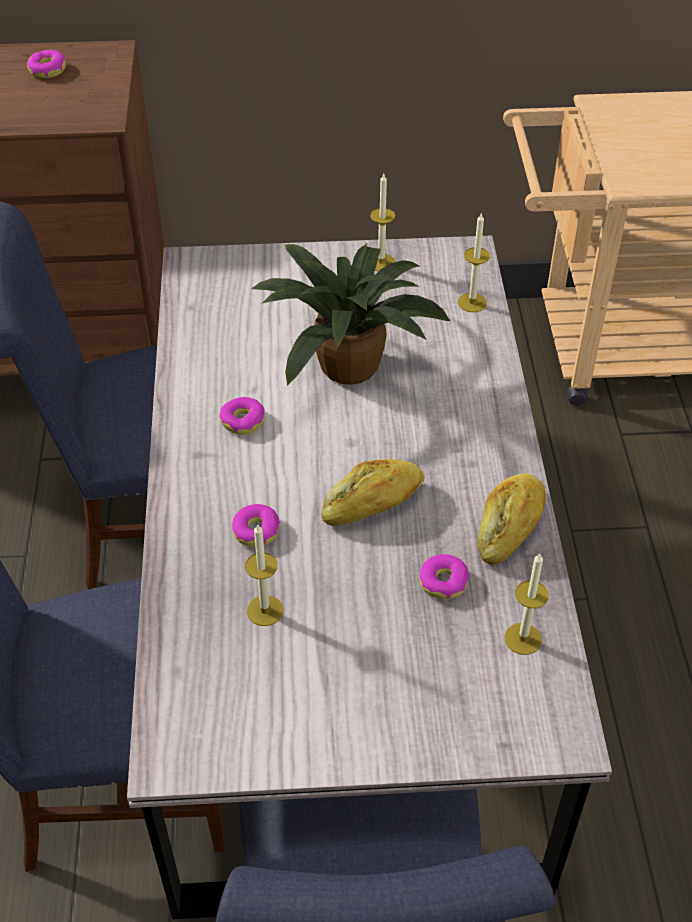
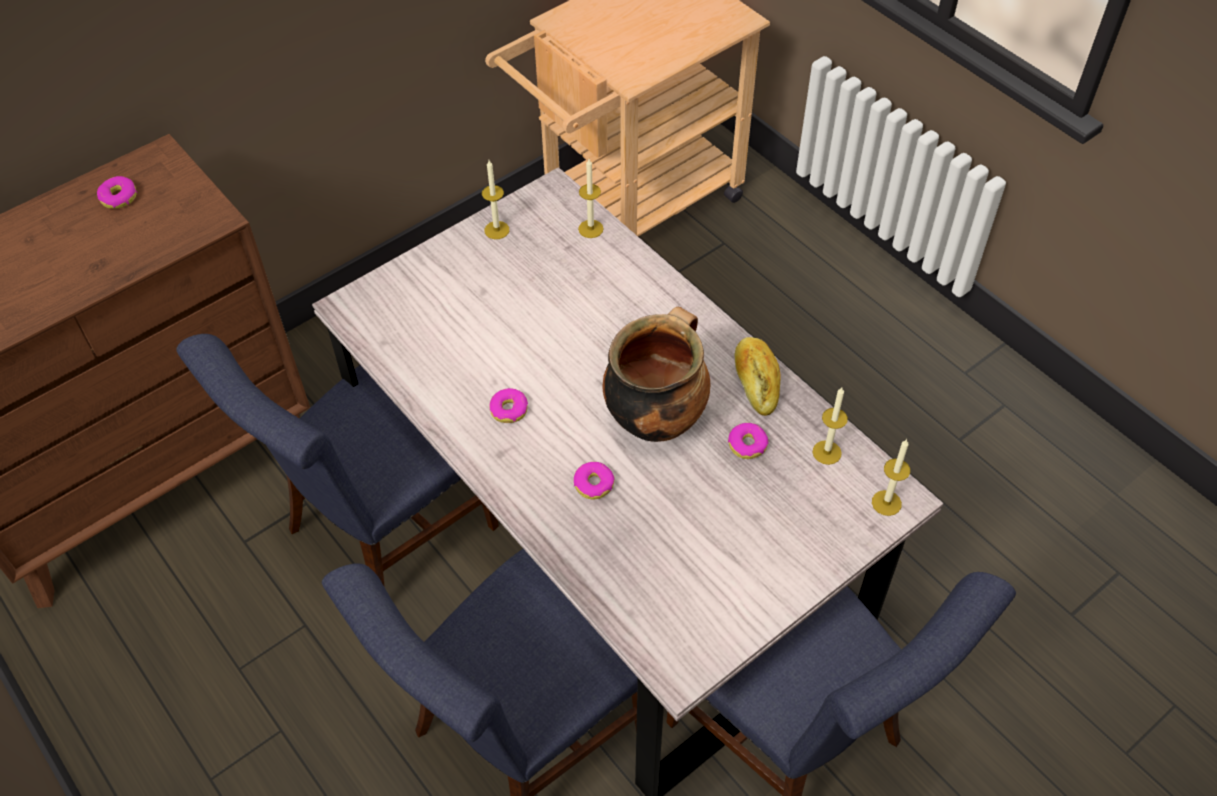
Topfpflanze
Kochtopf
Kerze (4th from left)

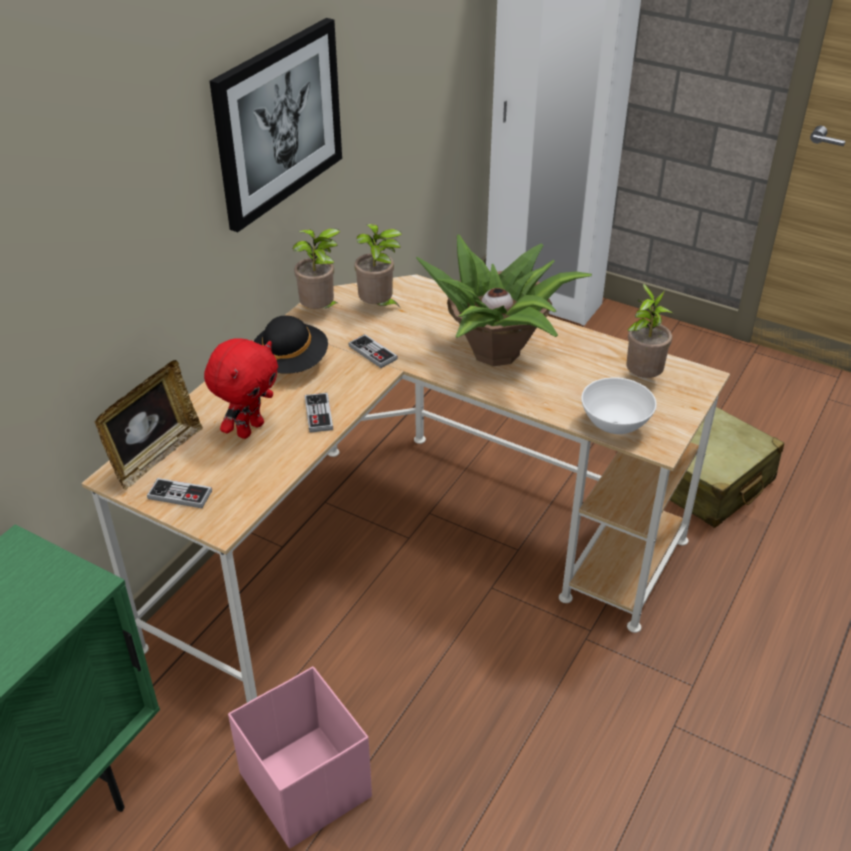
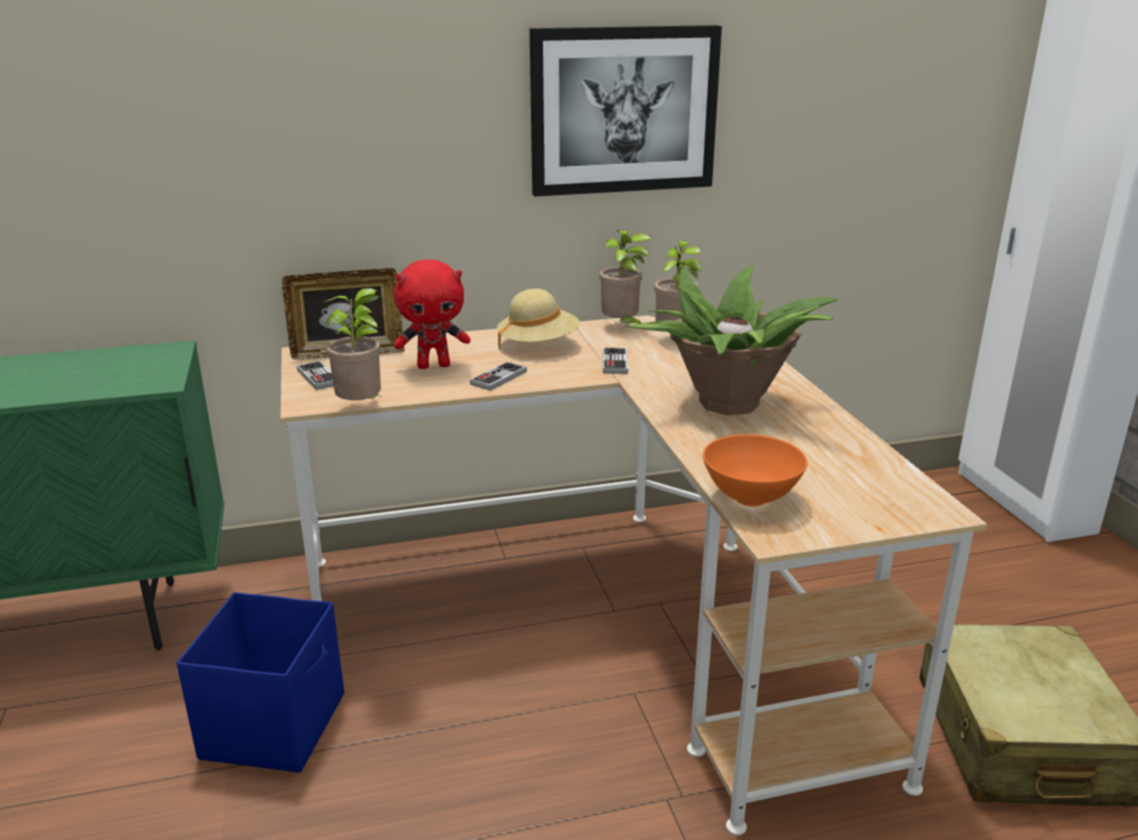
Topfpflanze (1st from left)
Hut/beige
Schüssel/orange
Aufbewahrungsbox/blau

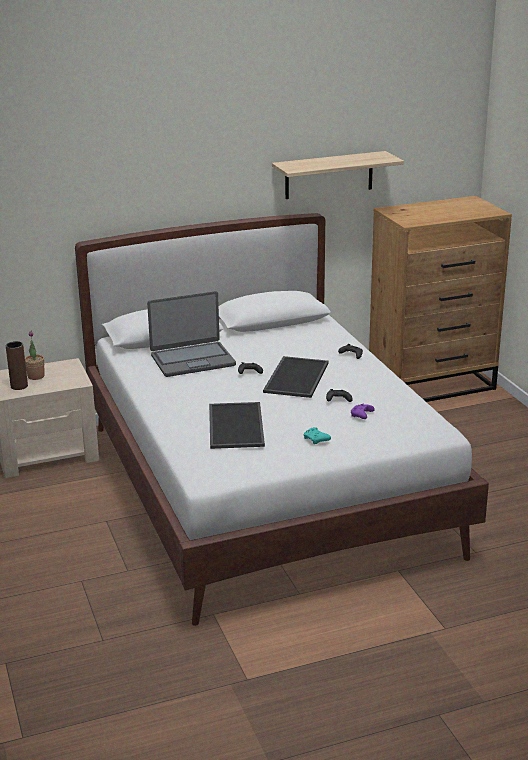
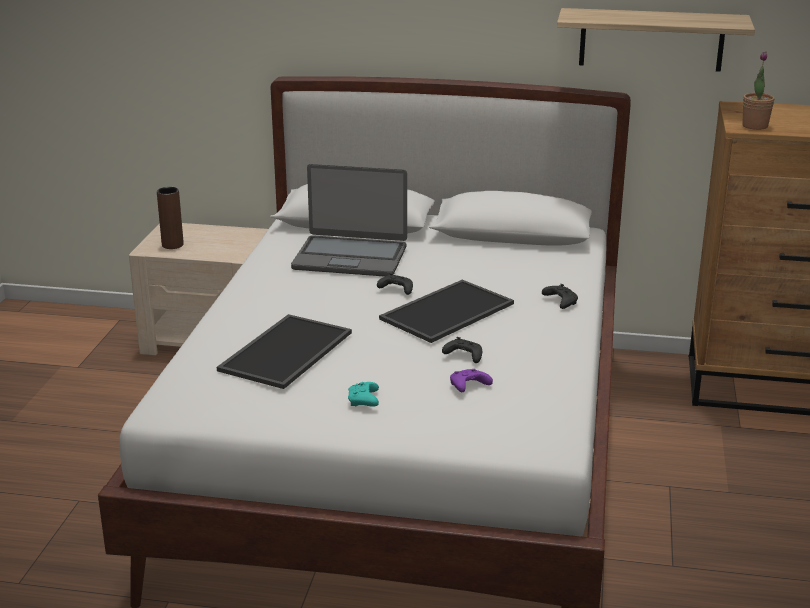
Topfpflanze

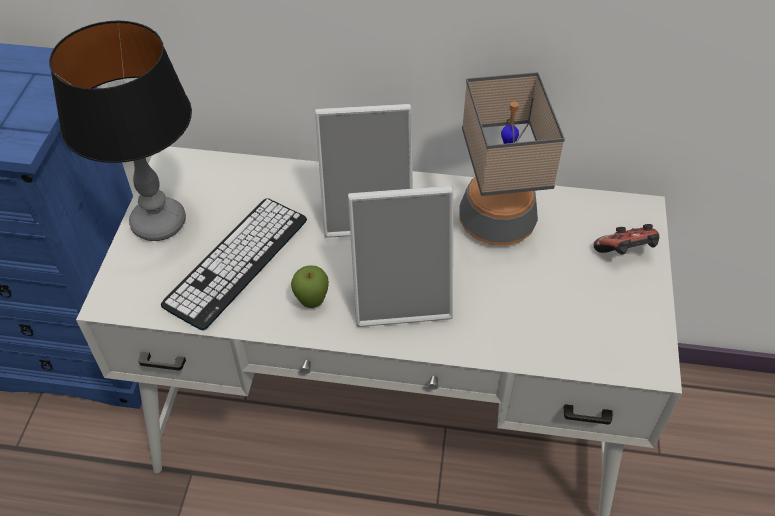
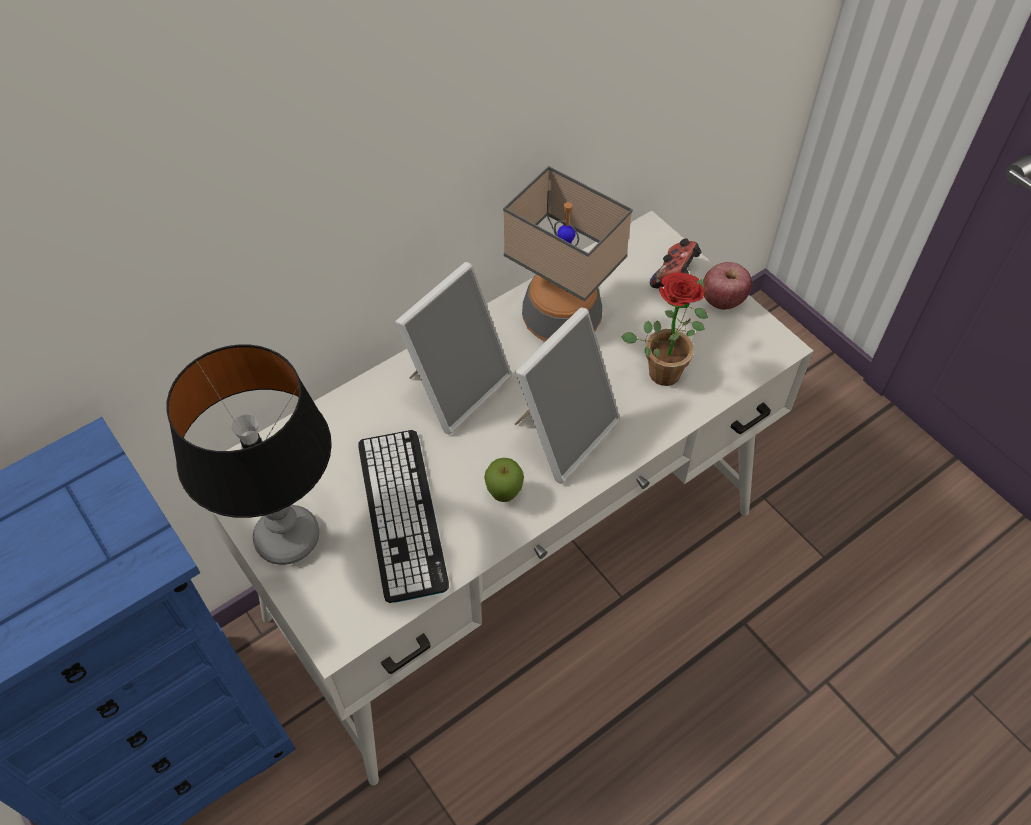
Apfel (2nd from left)
Topfpflanze

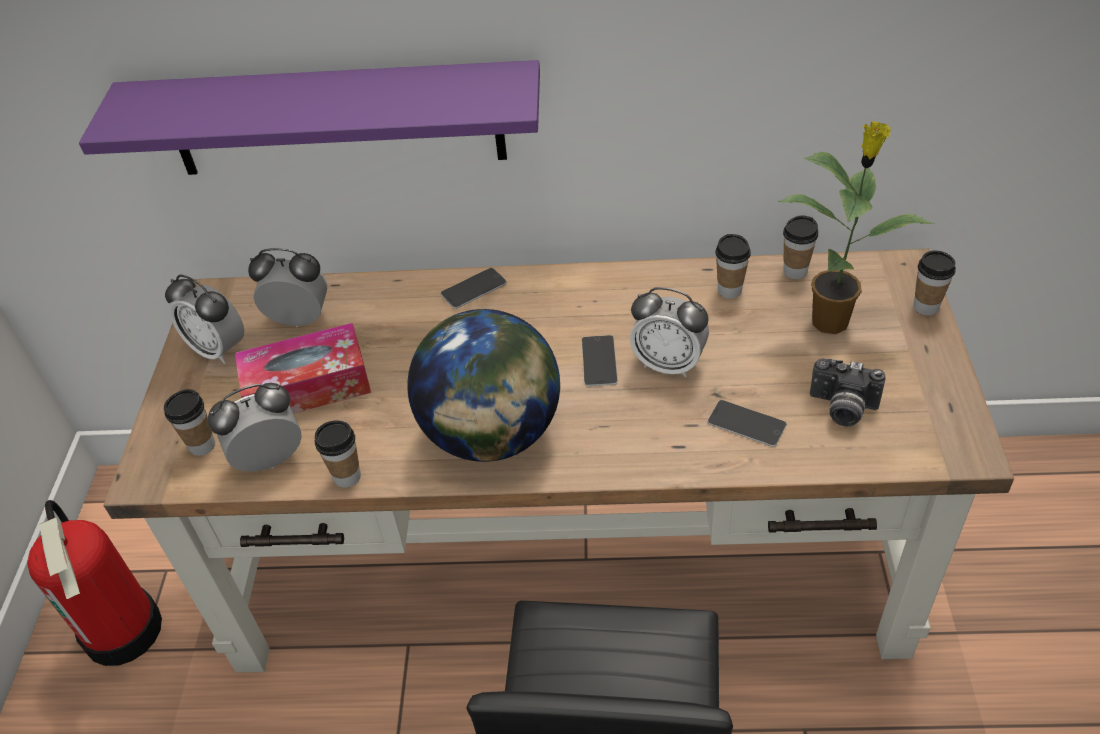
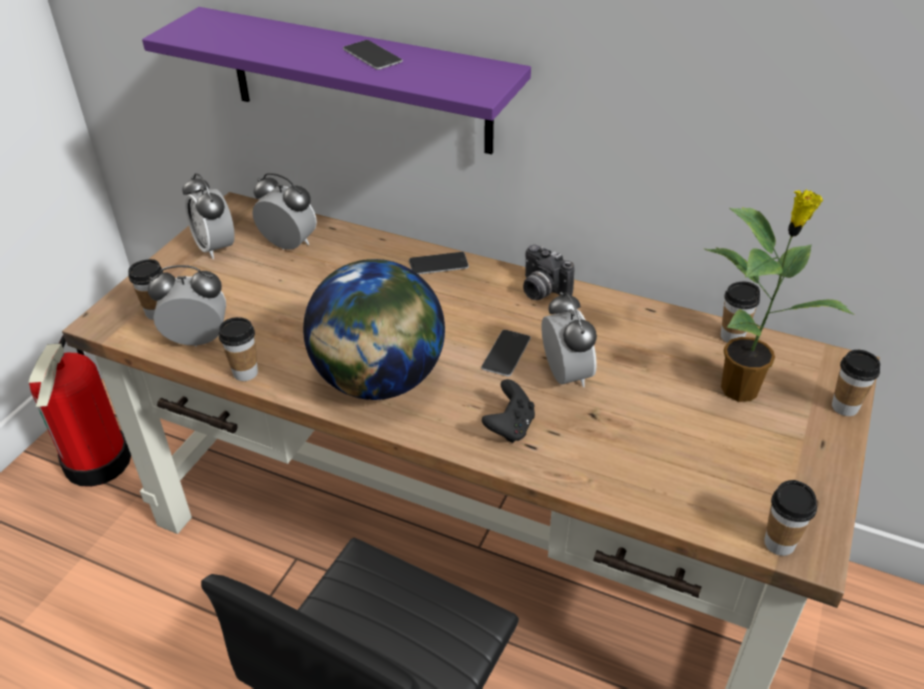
Tasse (4th from left)
Wecker (4th from left)
Taschentuchbox
Kamera
Handy (1st from left)
Gamepad/schwarz

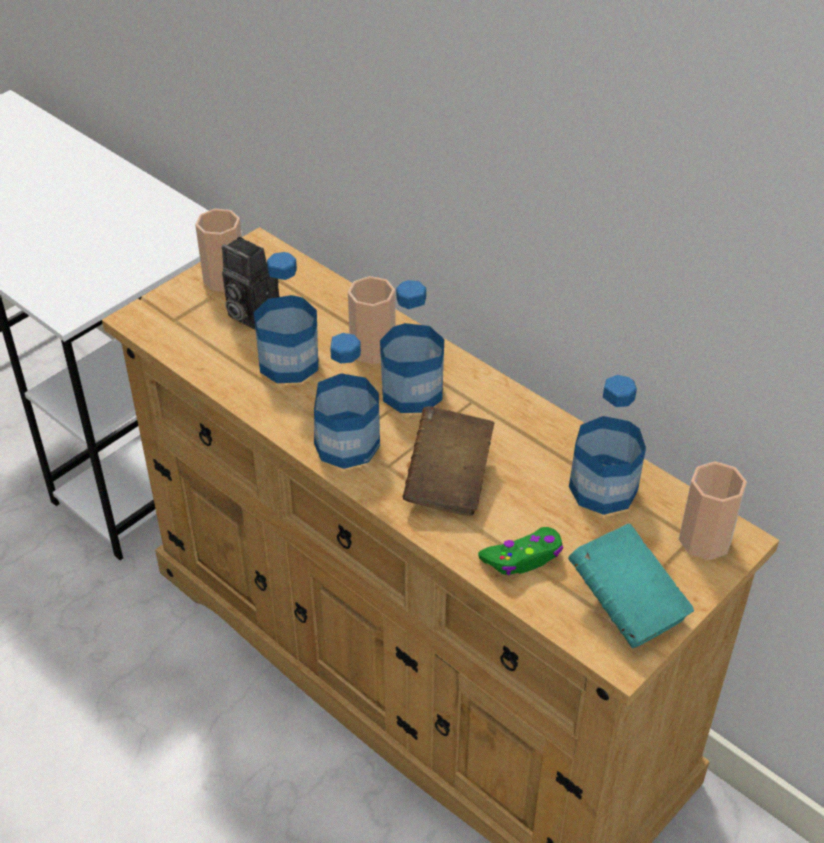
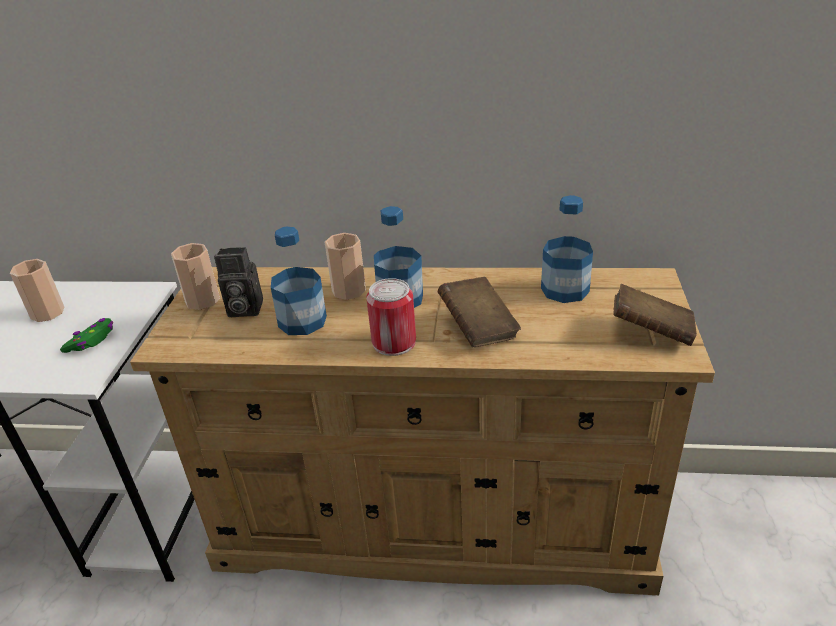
Dose
Tasse (1st from left)
Buch/braun (2nd from left)
Gamepad/grün

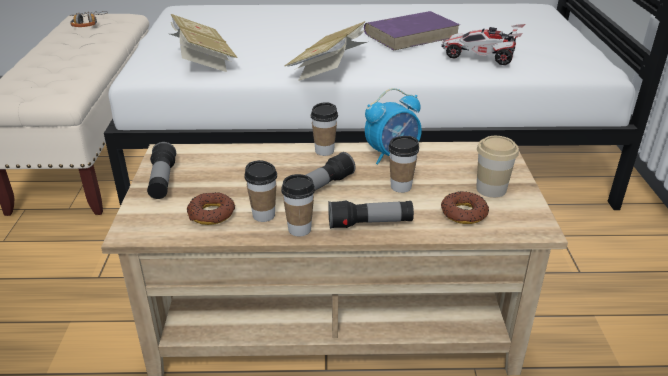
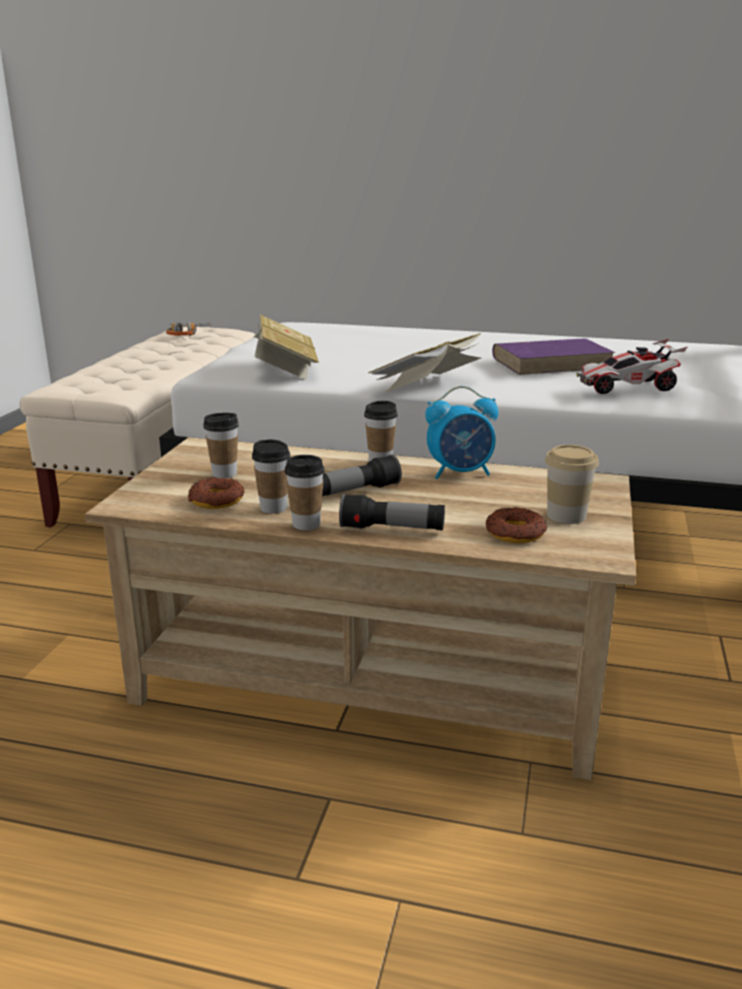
Spielzeugauto
Tasse (1st from left)
Taschenlampe (1st from left in the first image)

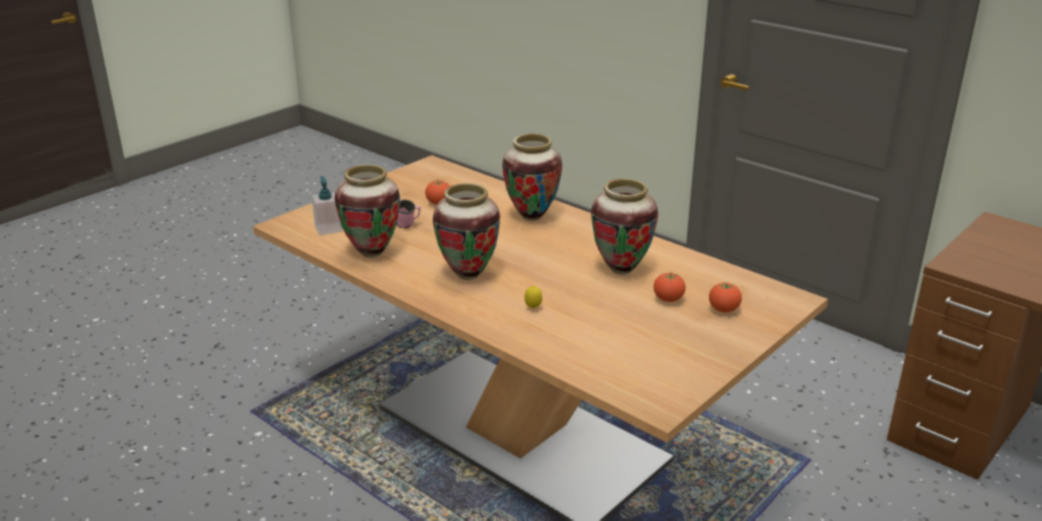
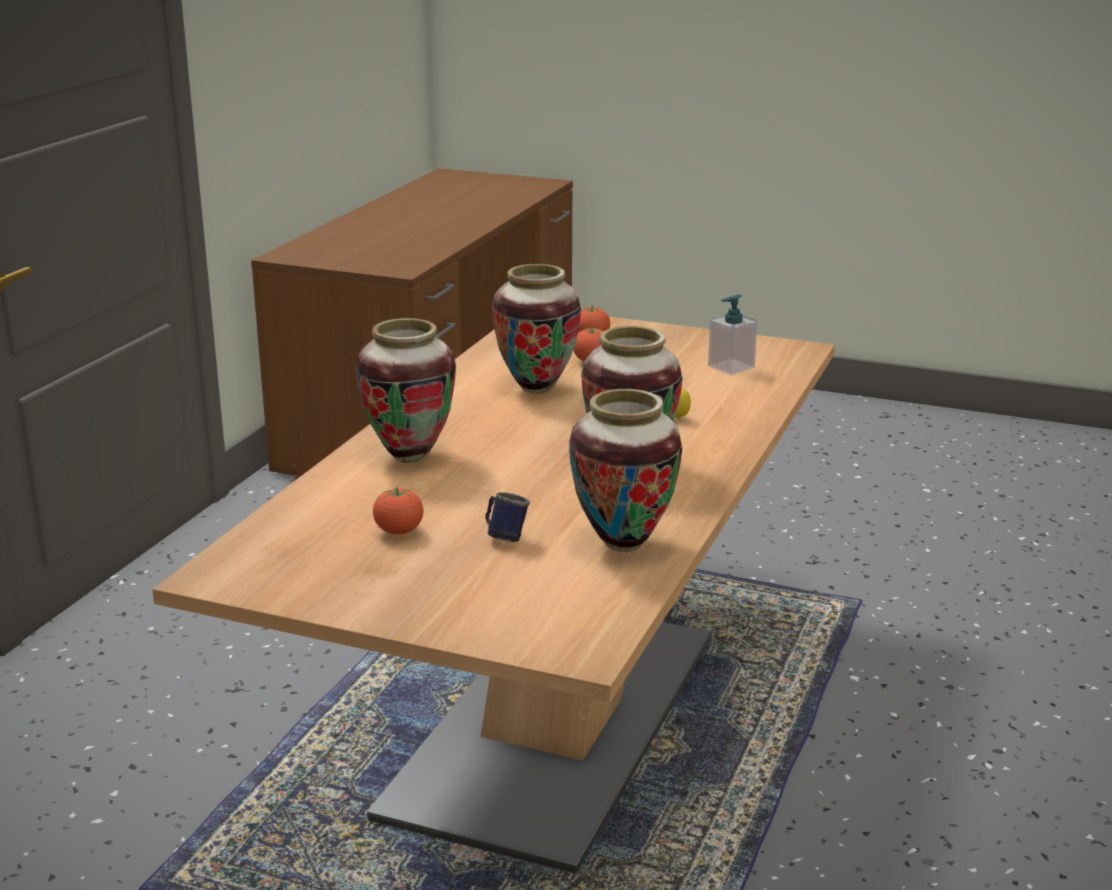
Seifenspender
Henkelbecher/blau

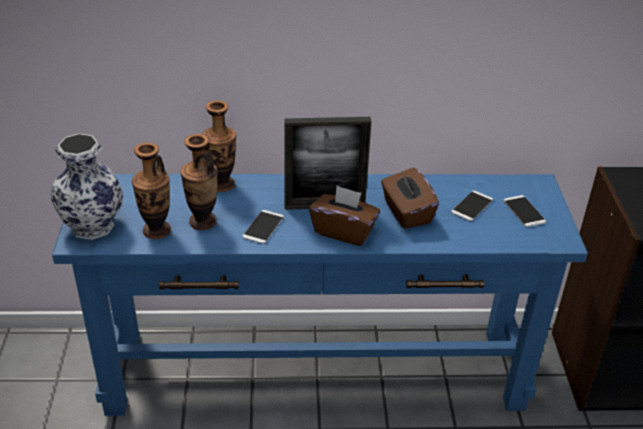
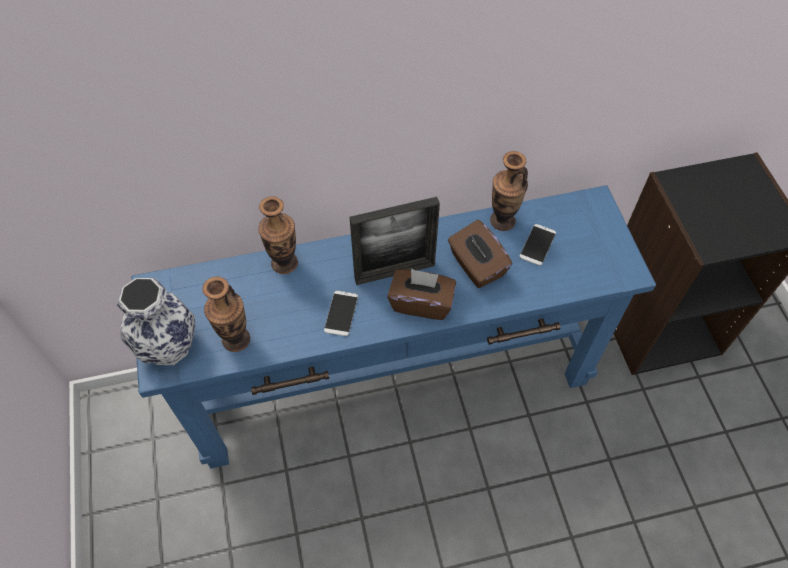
Vase (4th from left)
Handy (3rd from left in the first image)

